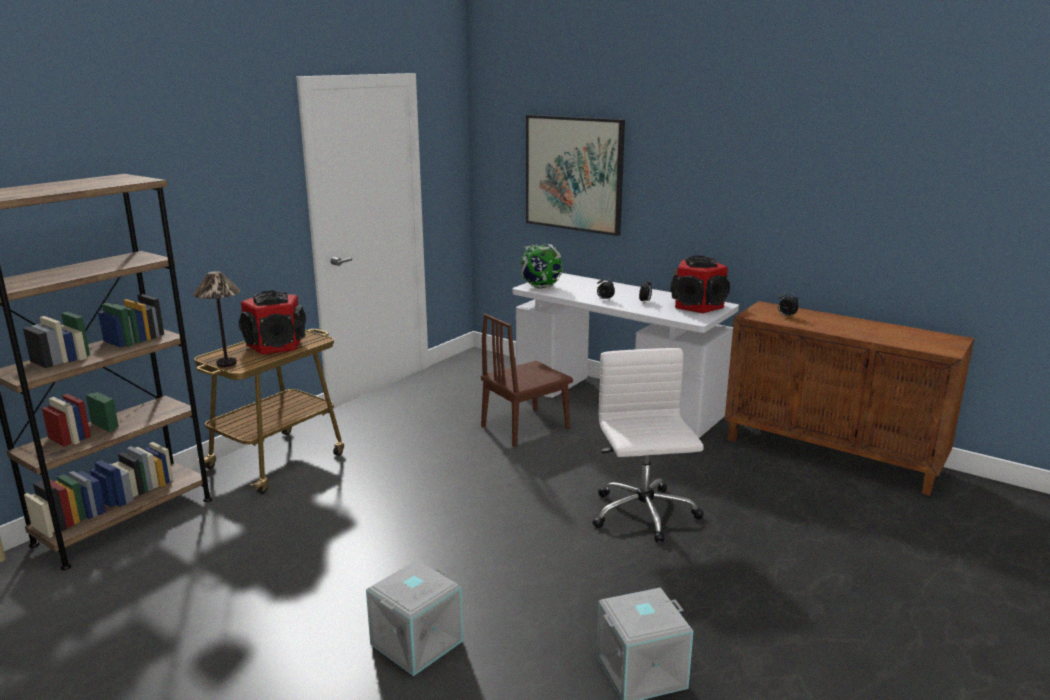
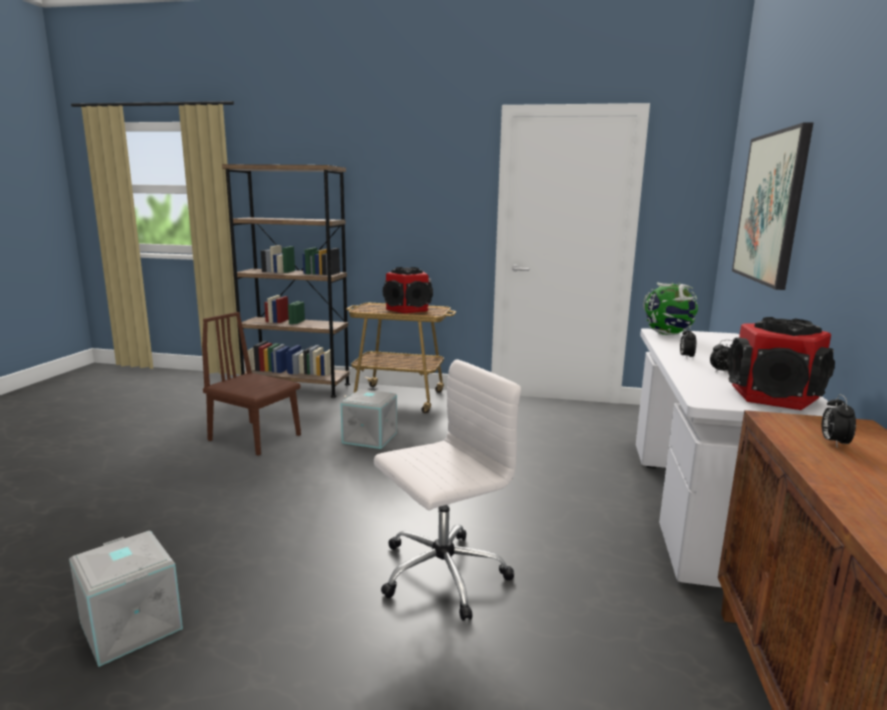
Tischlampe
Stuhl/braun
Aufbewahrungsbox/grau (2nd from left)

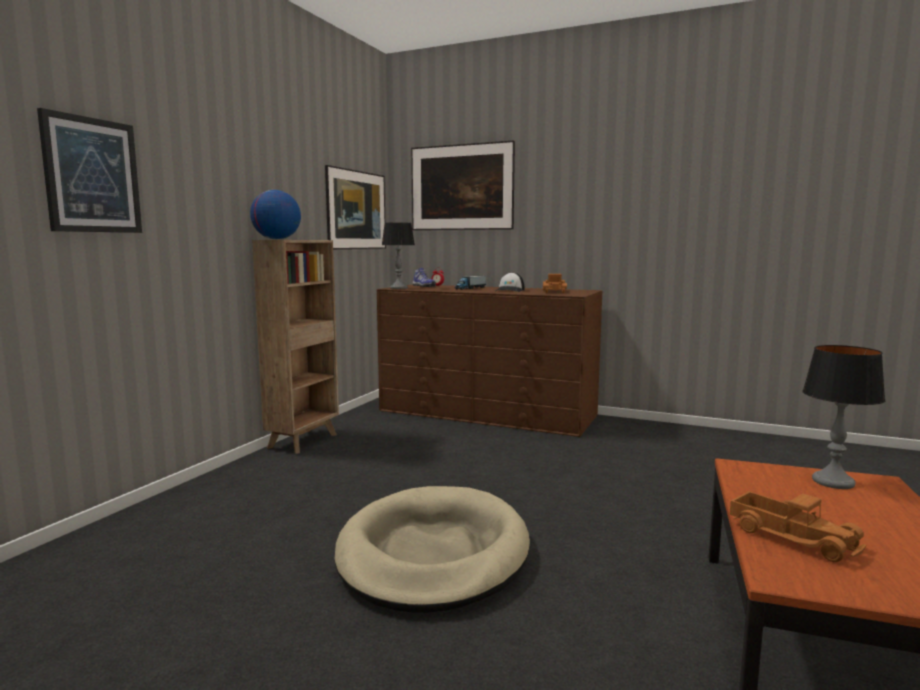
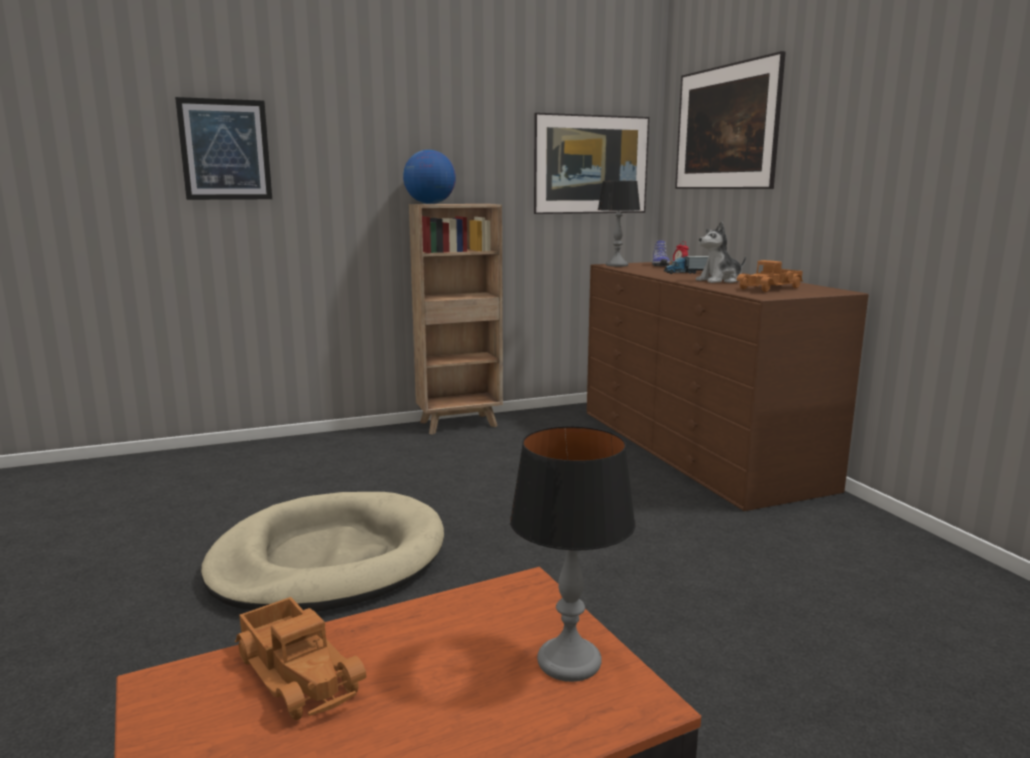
Plüschtier
Spielzeuglaster (1st from left)

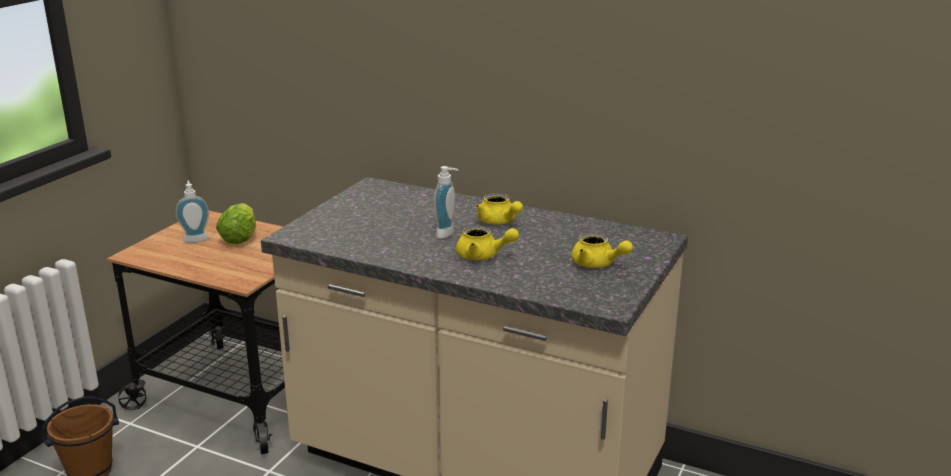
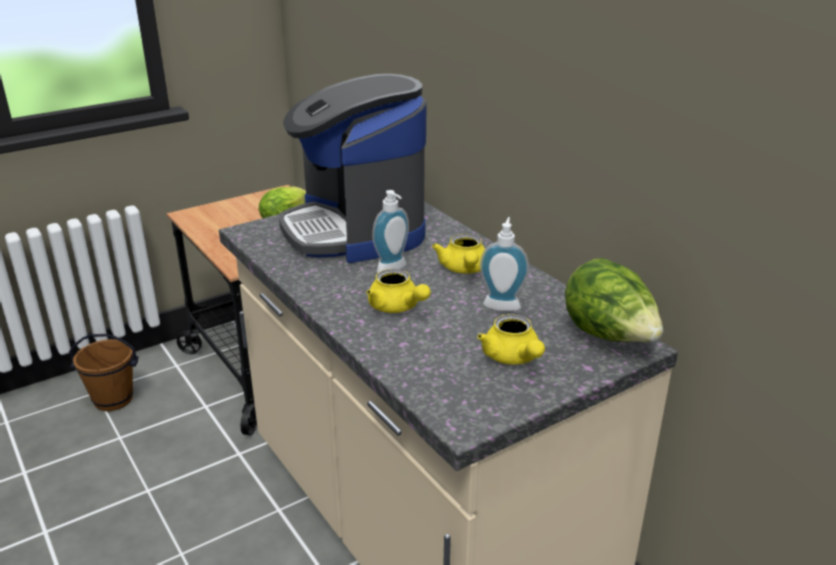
Seifenspender (2nd from left)
Kaffeemaschine
Salatkopf (2nd from left)

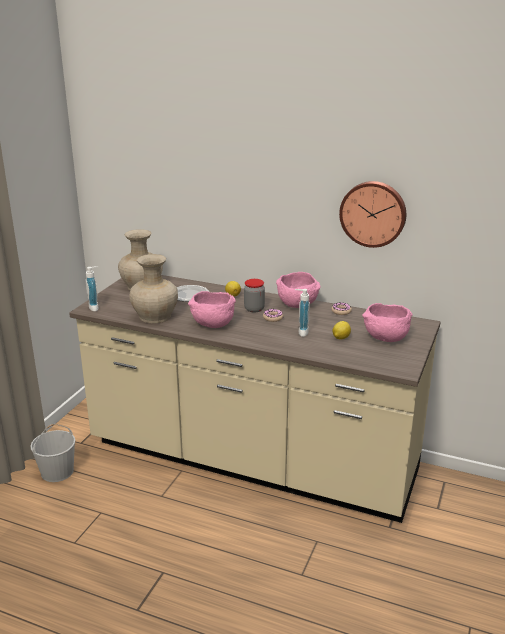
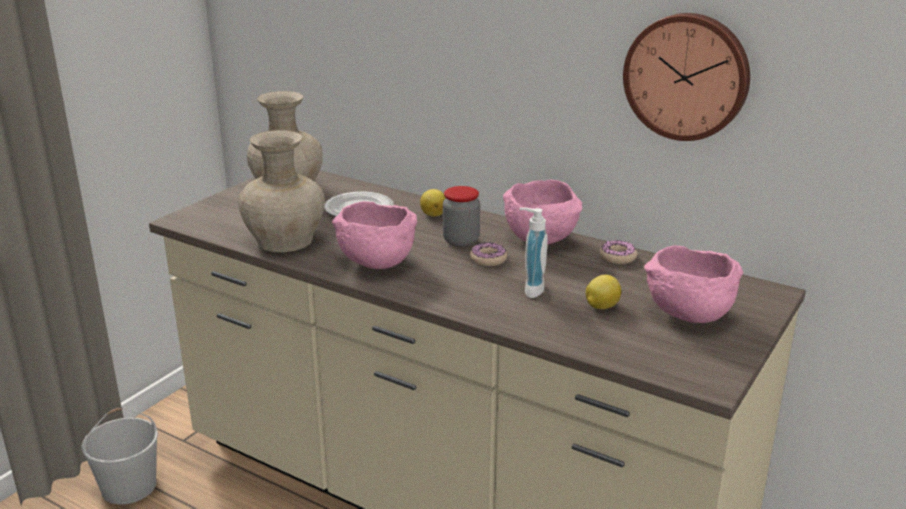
Seifenspender (1st from left in the first image)

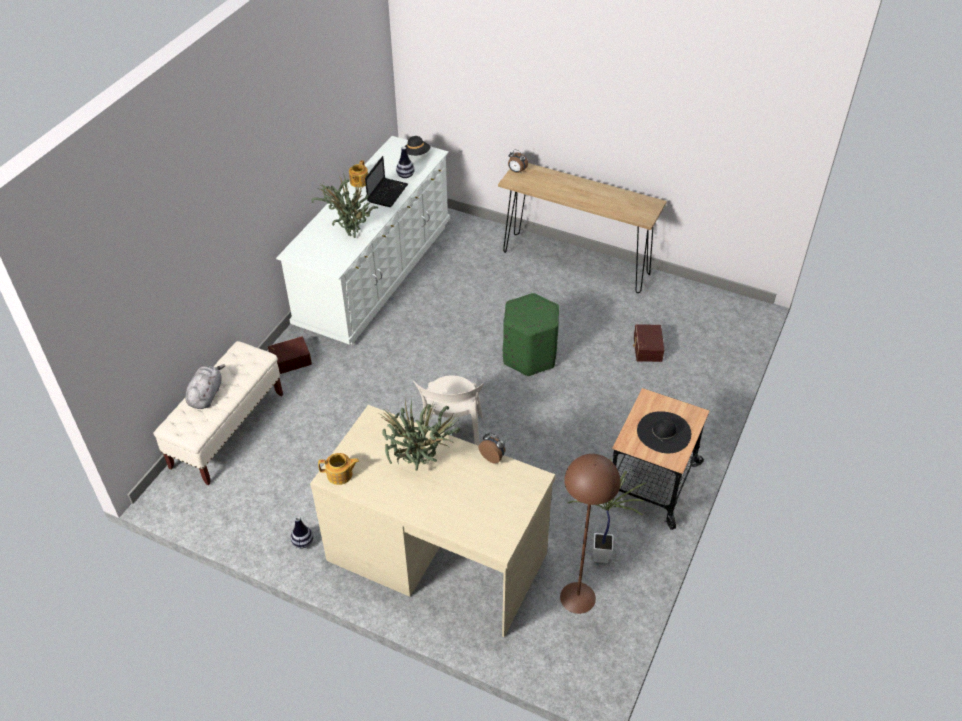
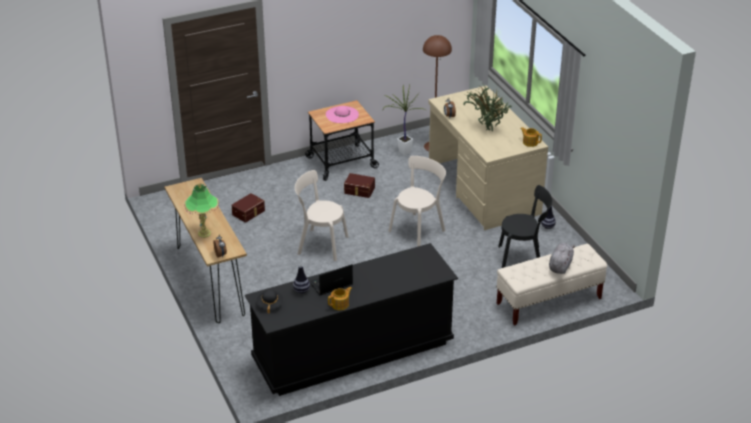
Kommode/schwarz
Topfpflanze (1st from left in the first image)
Stuhl/beige (1st from left)
Aufbewahrungsbox/braun (2nd from left)
Plüschtier/grau
Hut/rosa
Tischlampe
Stuhl/schwarz

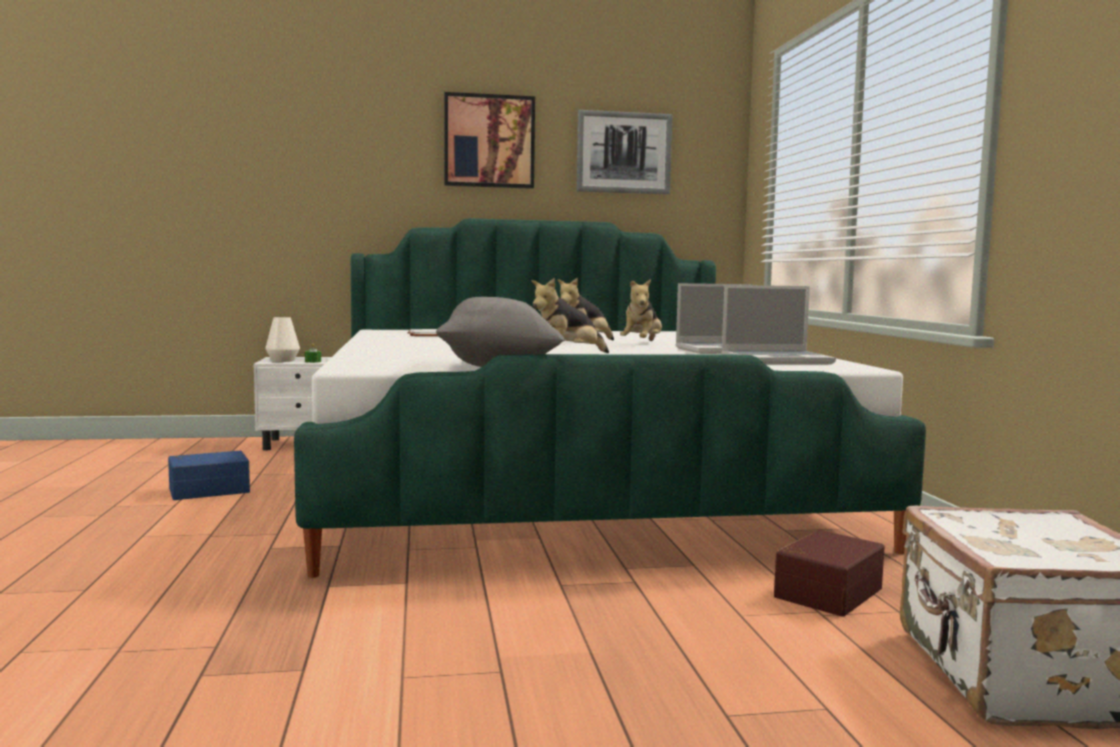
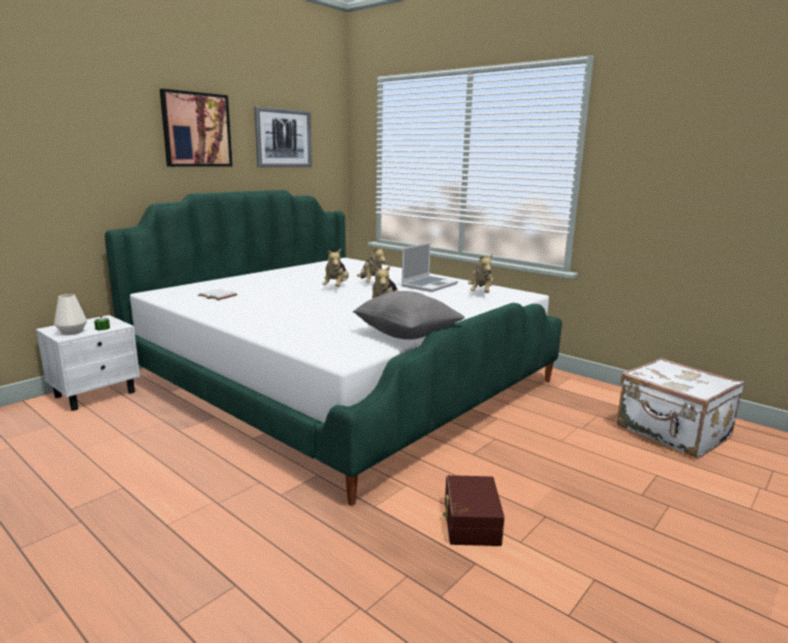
Plüschtier (4th from left)
Aufbewahrungsbox/blau
Aufbewahrungsbox/braun

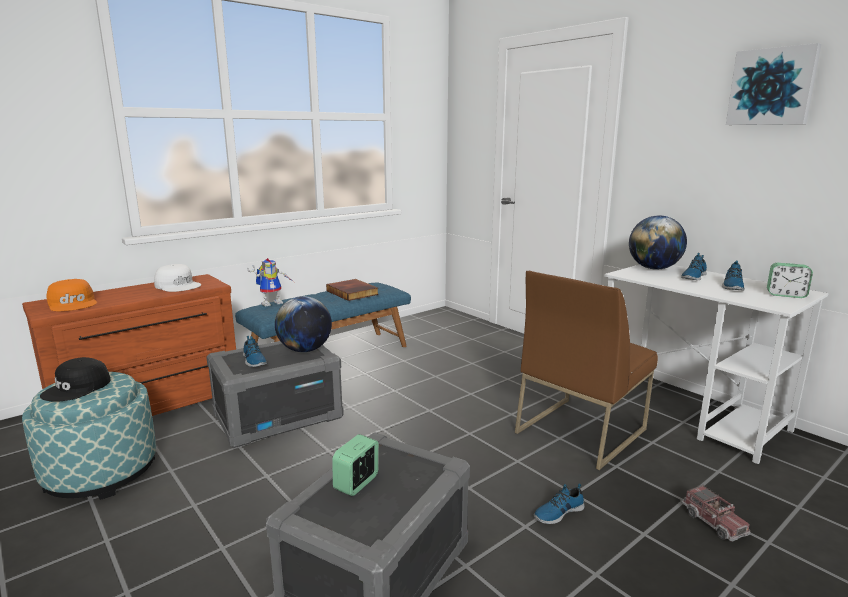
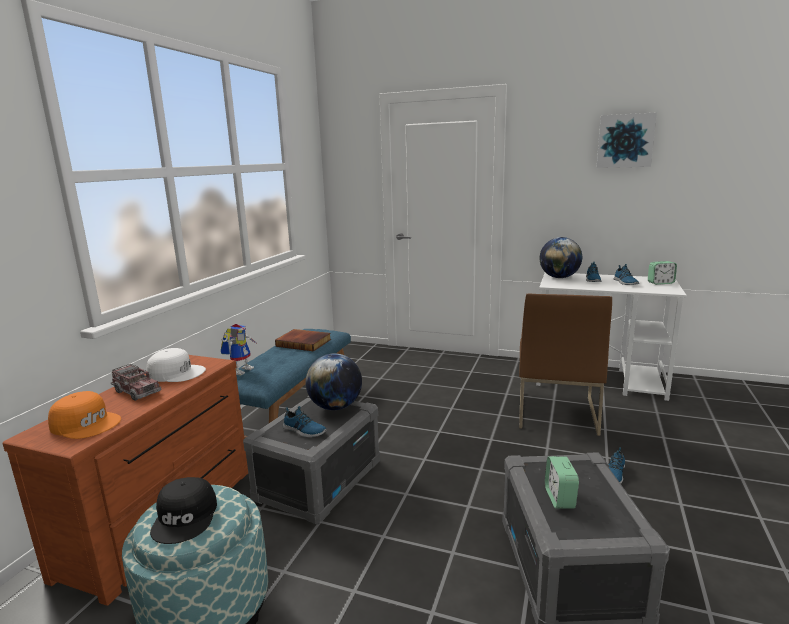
Spielzeuglaster

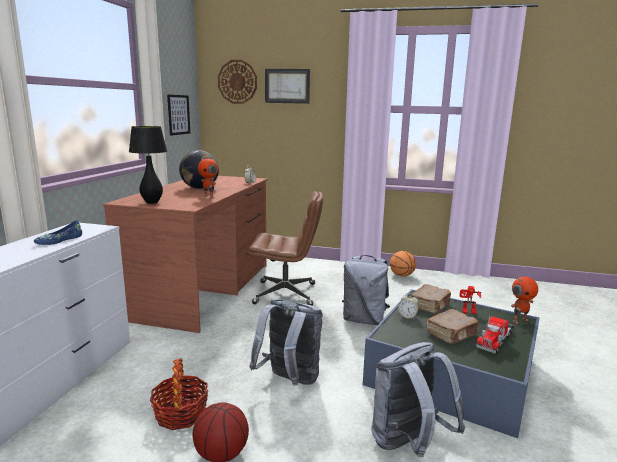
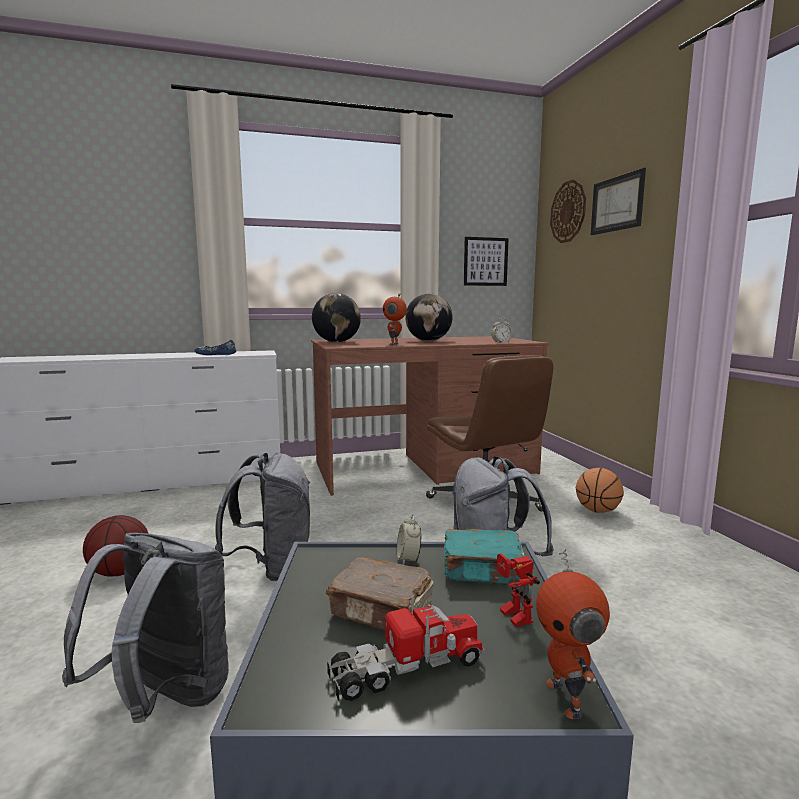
Globus (1st from left)
Basketball (2nd from left)
Spielzeugroboter (3rd from left)
Buch/türkis
Spielzeuglaster
Korb

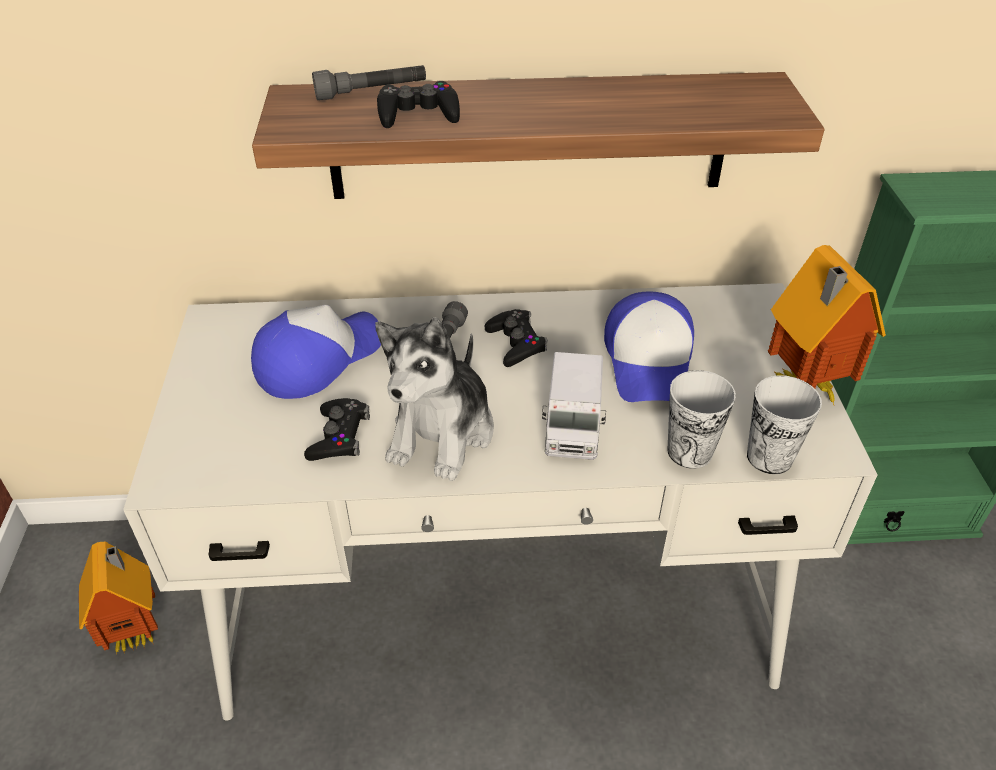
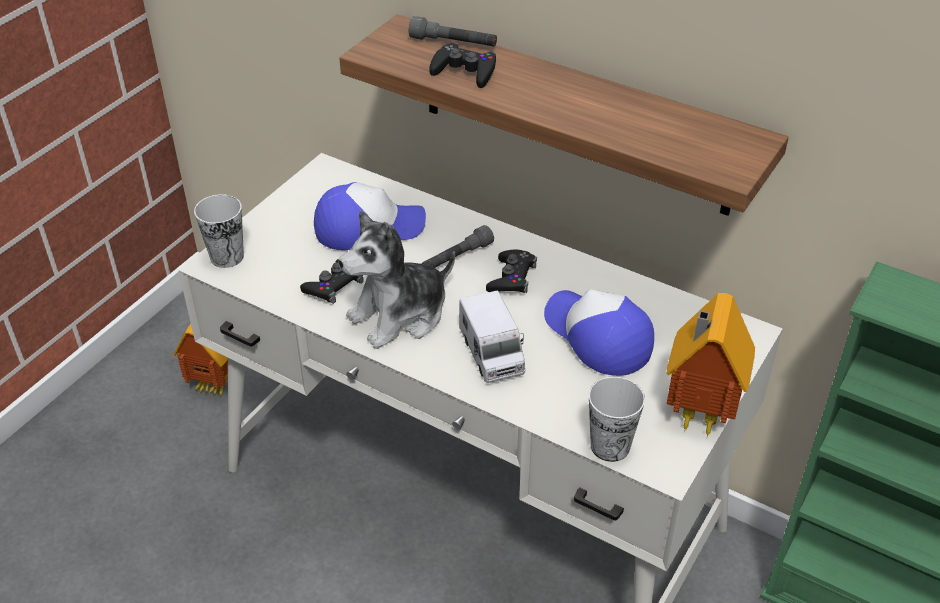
Kappe (2nd from left)
Spielzeuglaster
Tasse (1st from left)

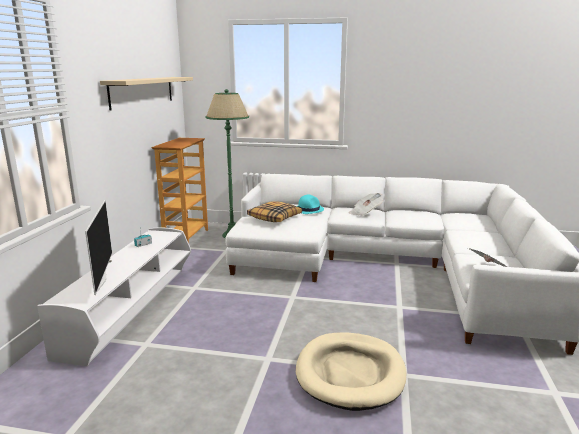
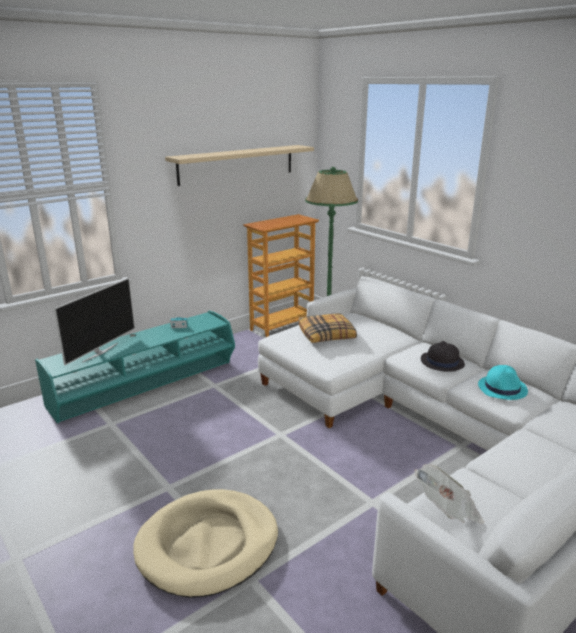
Hut/schwarz
Hut/türkis
Fernsehschrank/türkis

